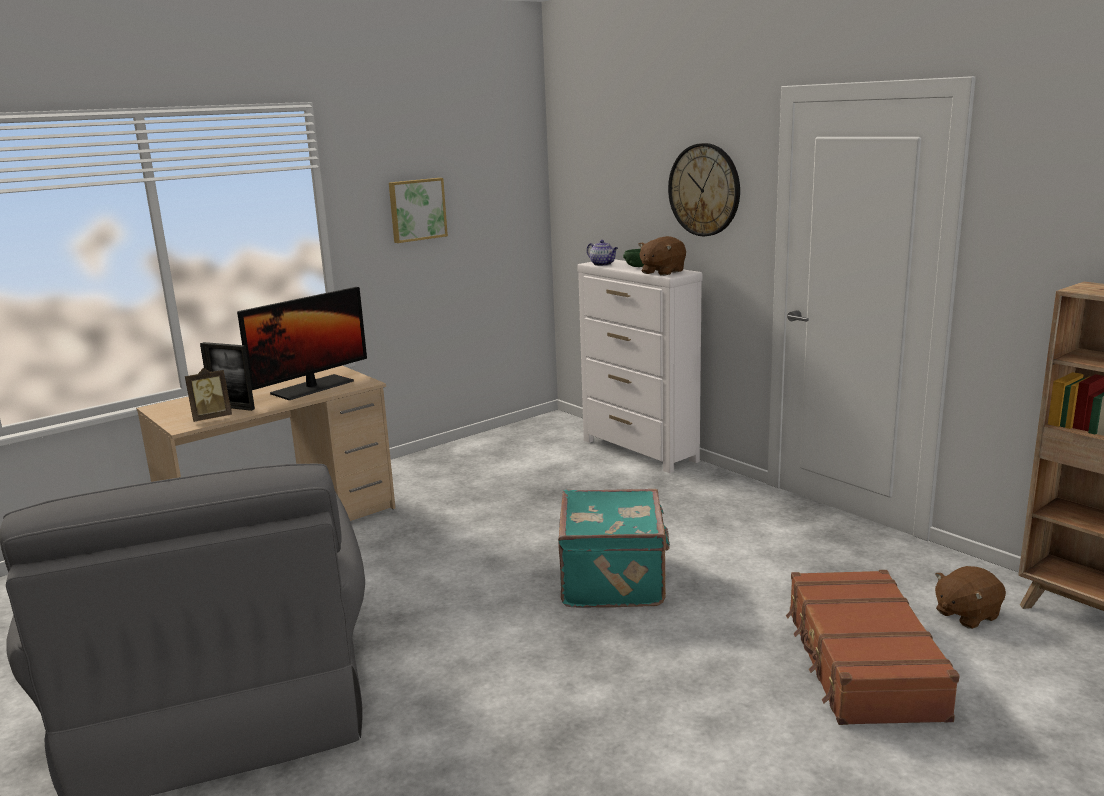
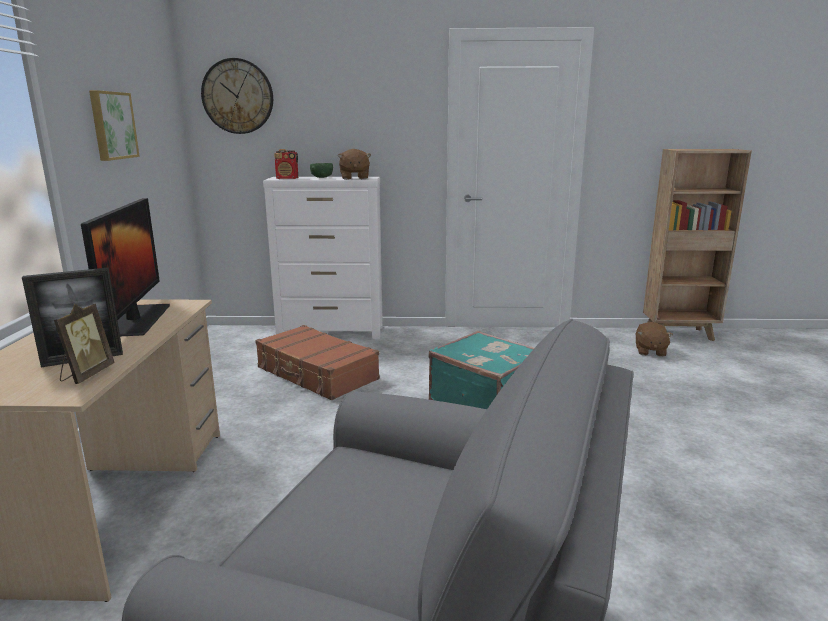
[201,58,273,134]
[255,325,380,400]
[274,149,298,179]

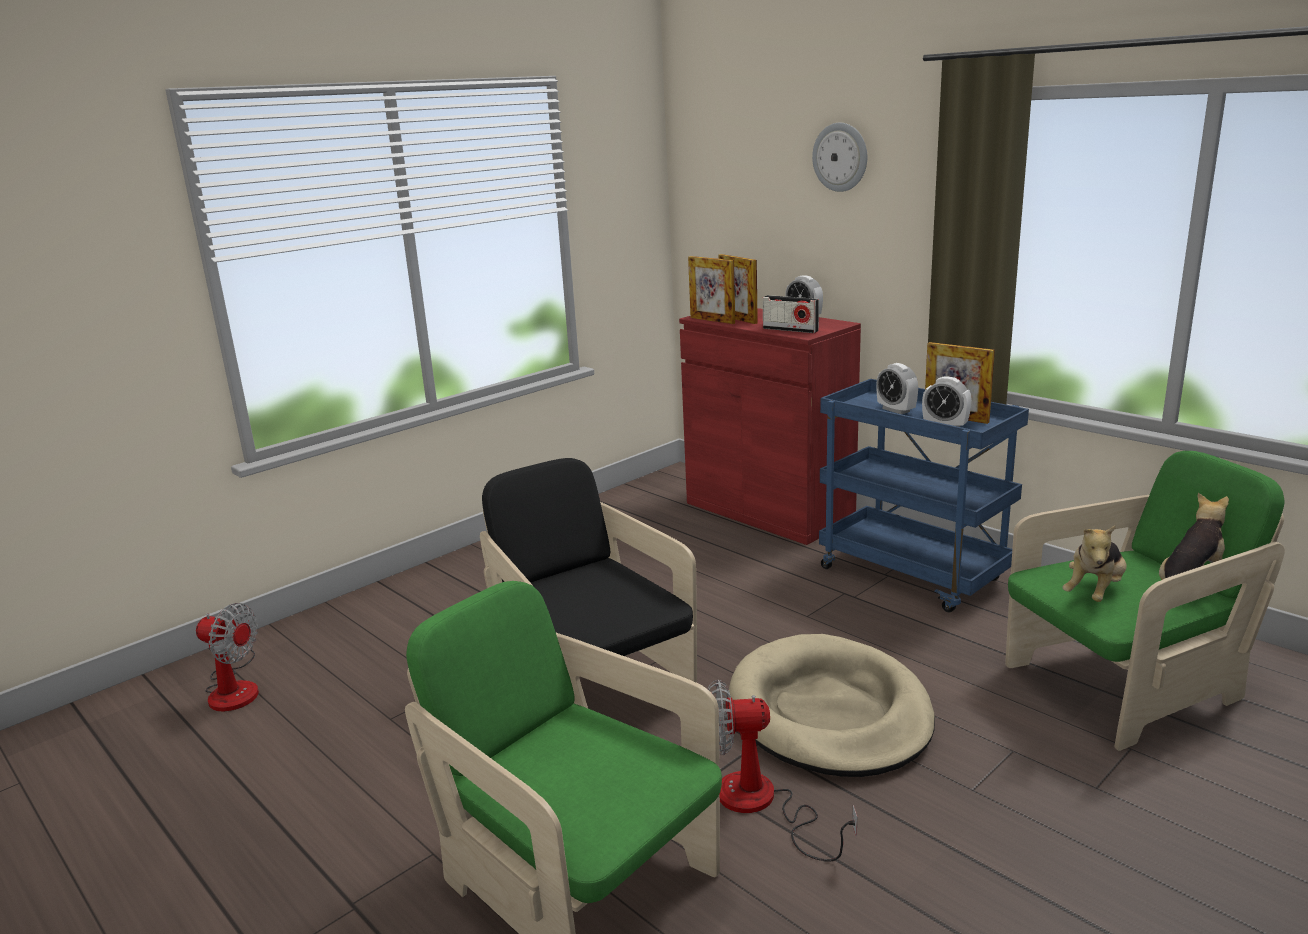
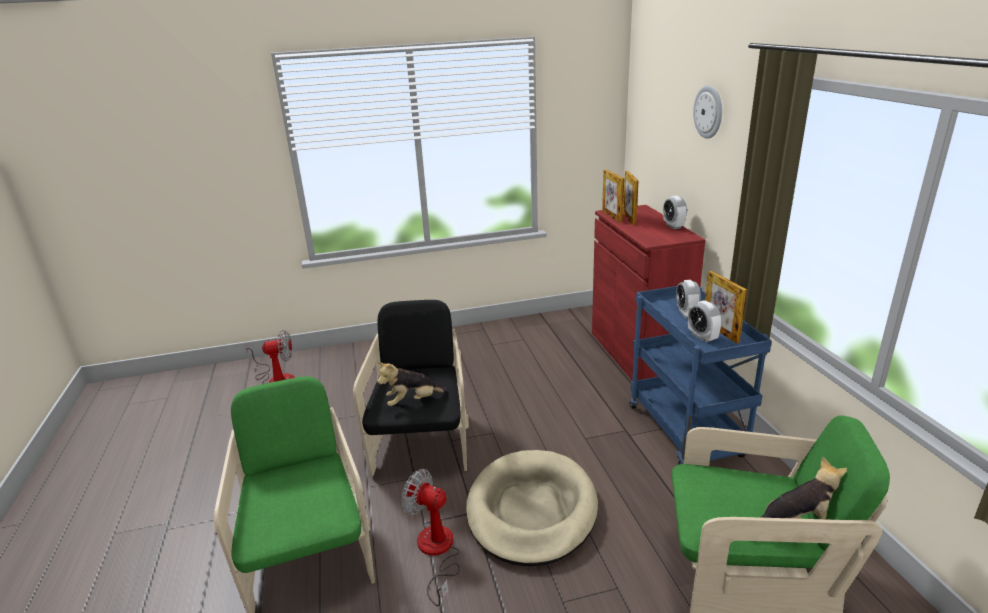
[763,295,819,333] (first image)
[377,362,448,406]
[244,330,294,384]

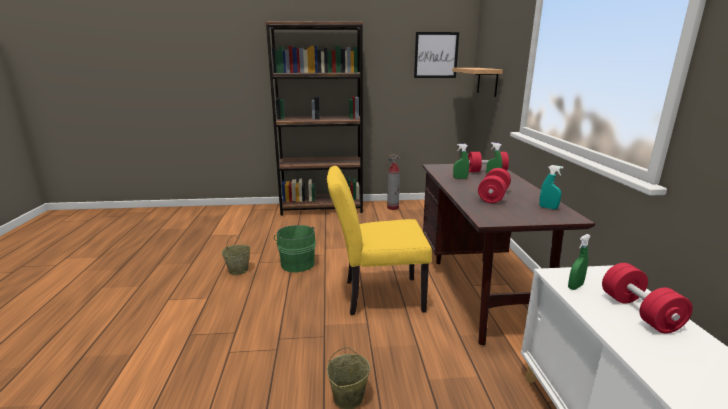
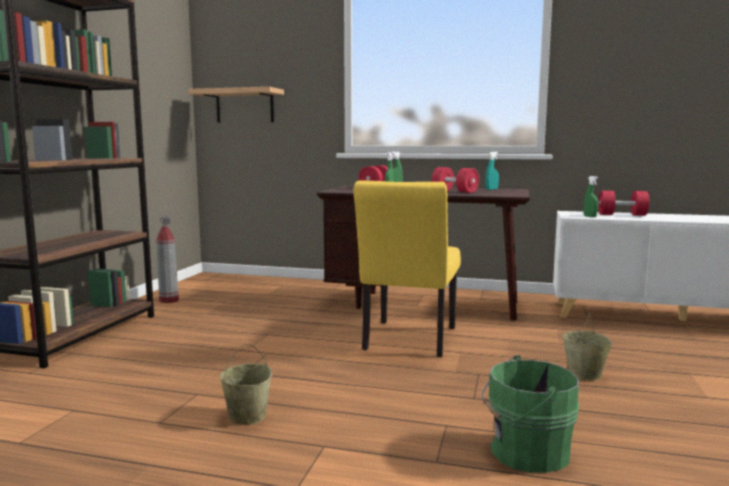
[414,32,459,78] (first image)
[481,355,579,473]

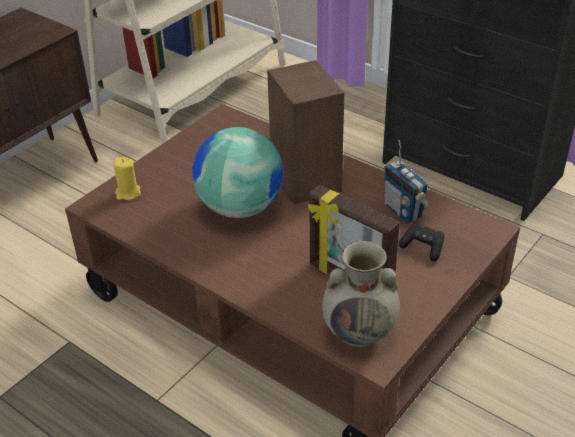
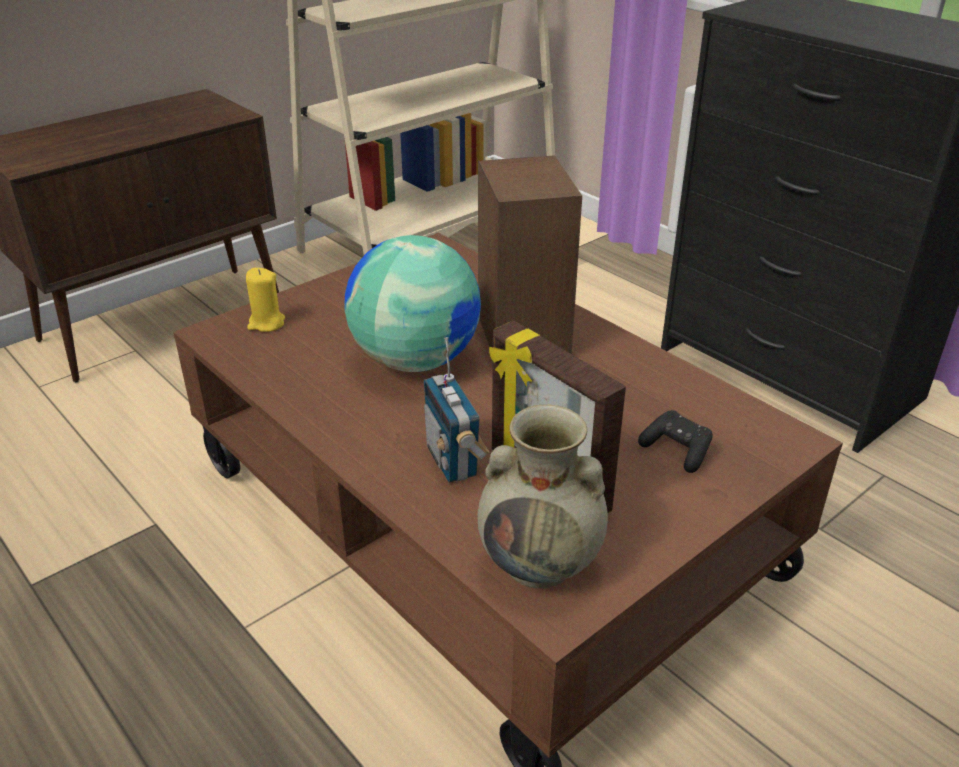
[424,337,490,482]

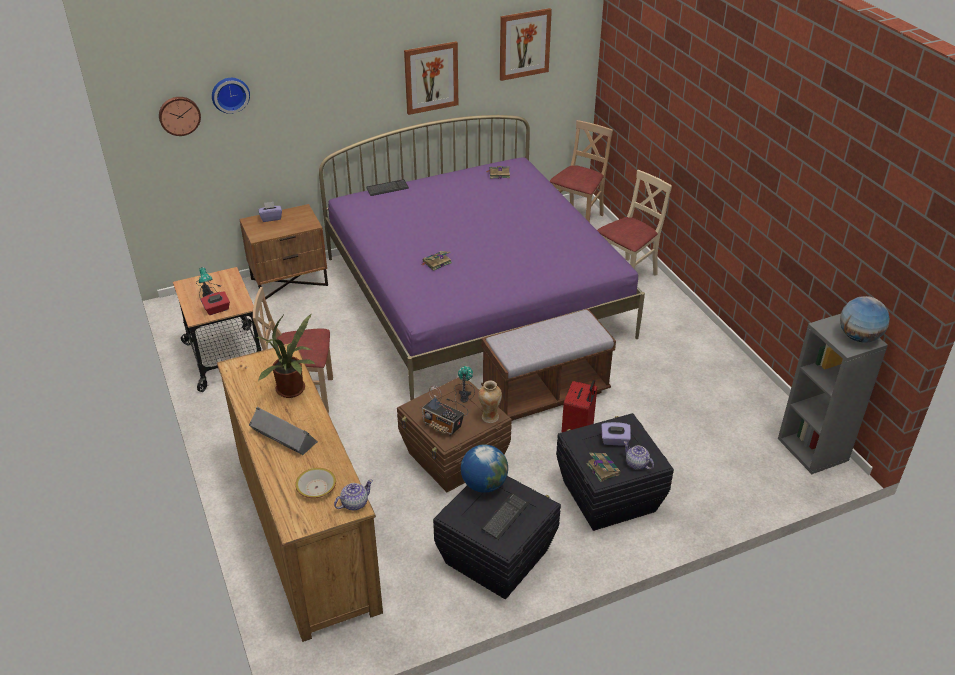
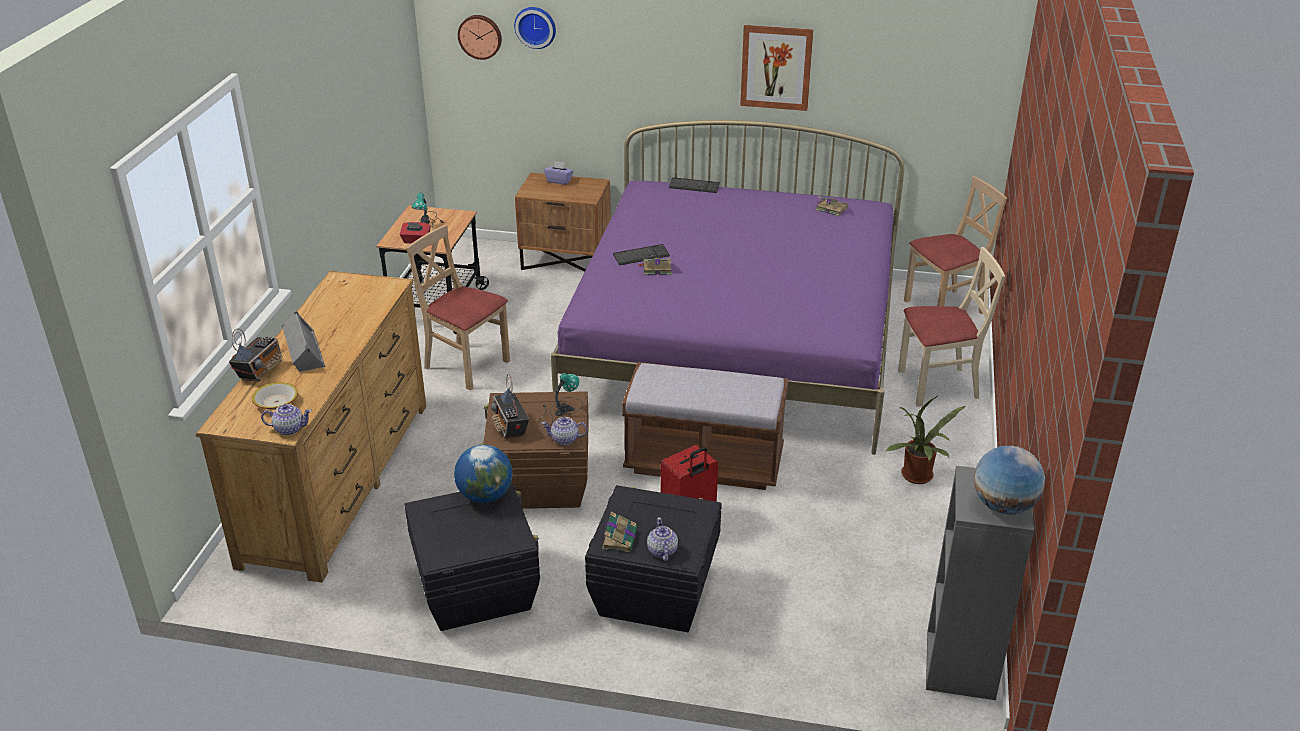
[500,8,552,81] (first image)
[601,422,631,446] (first image)
[229,328,283,382]
[885,396,965,484]
[613,244,670,265]
[541,417,588,445]

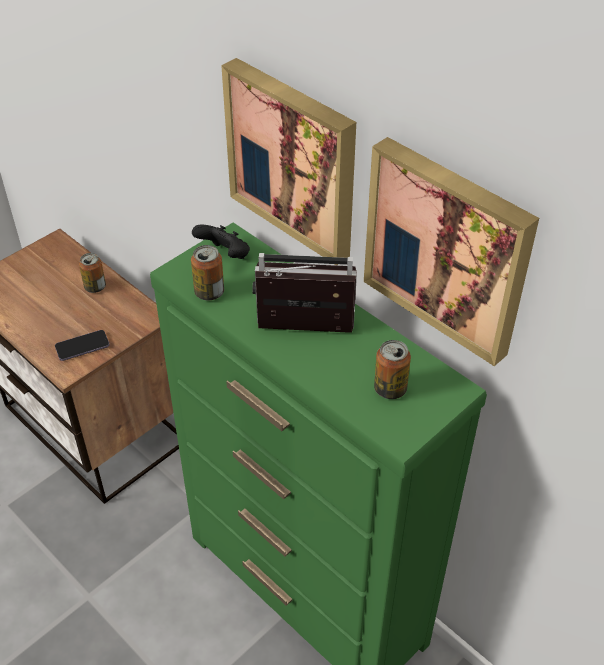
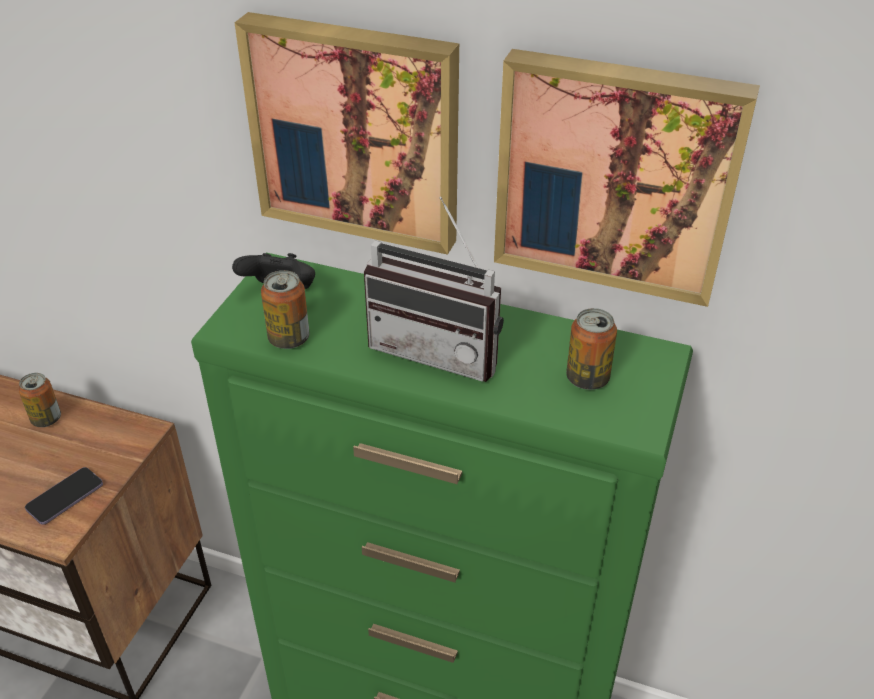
[364,197,504,382]

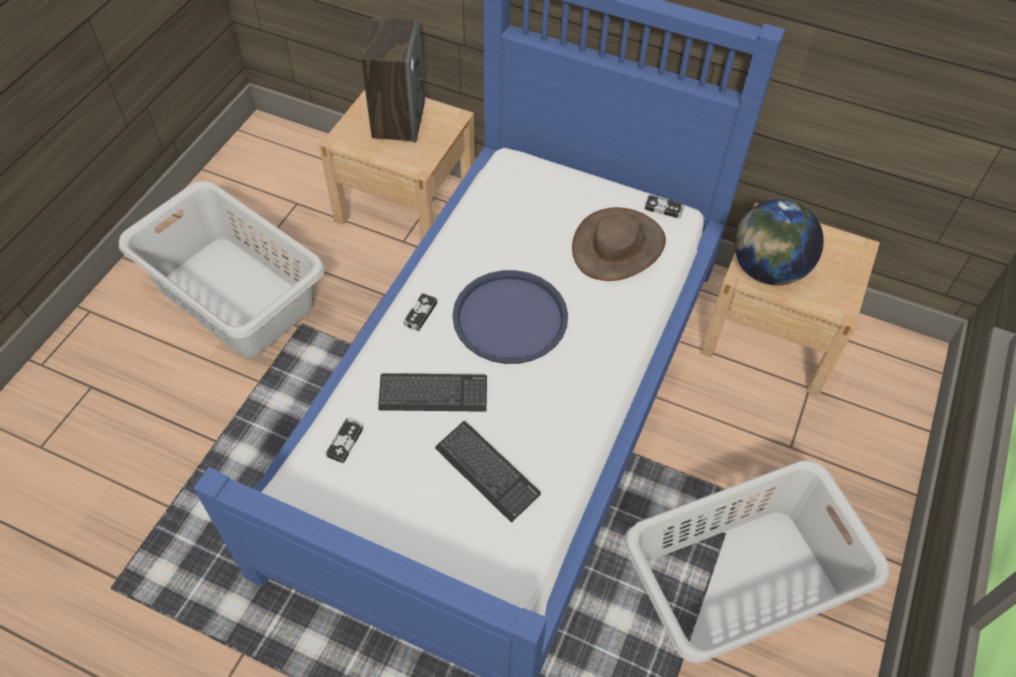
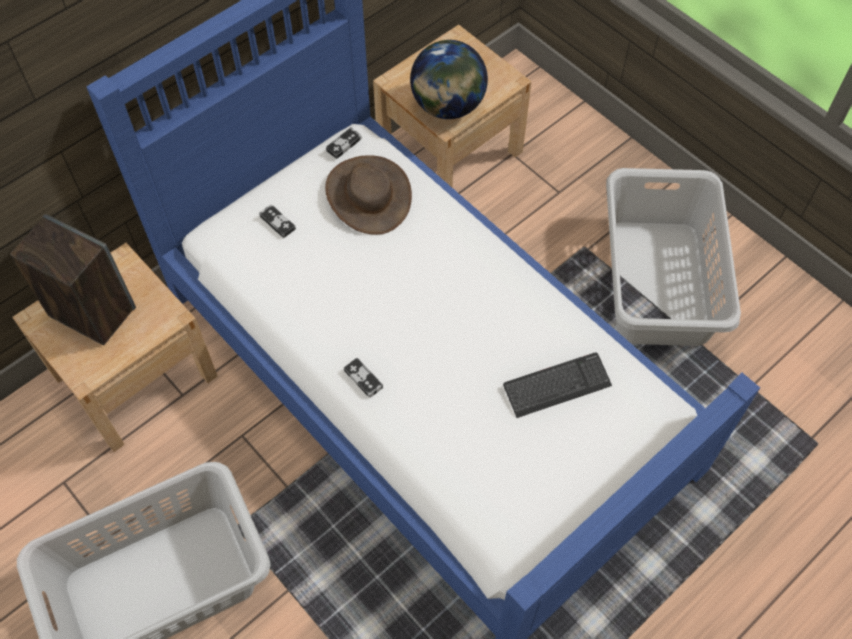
[378,373,487,412] (first image)
[453,270,568,364] (first image)
[259,204,296,238]

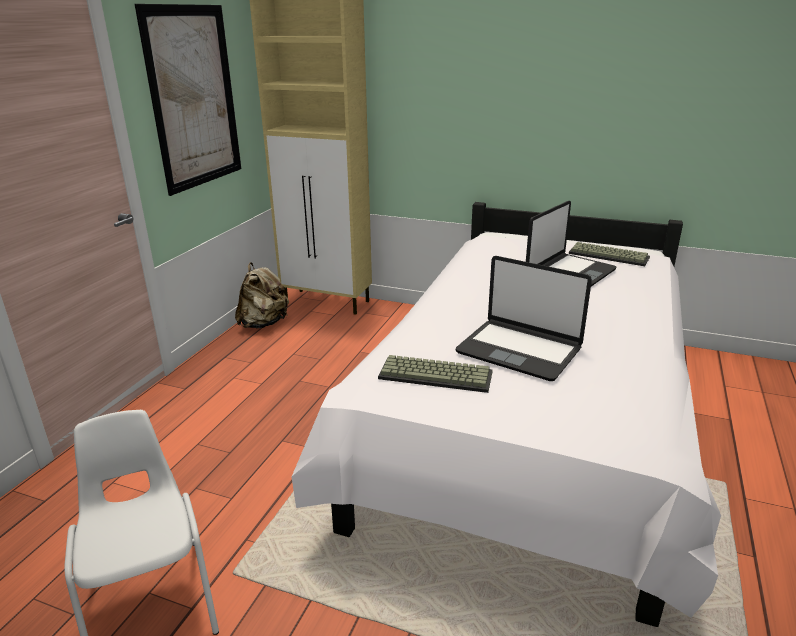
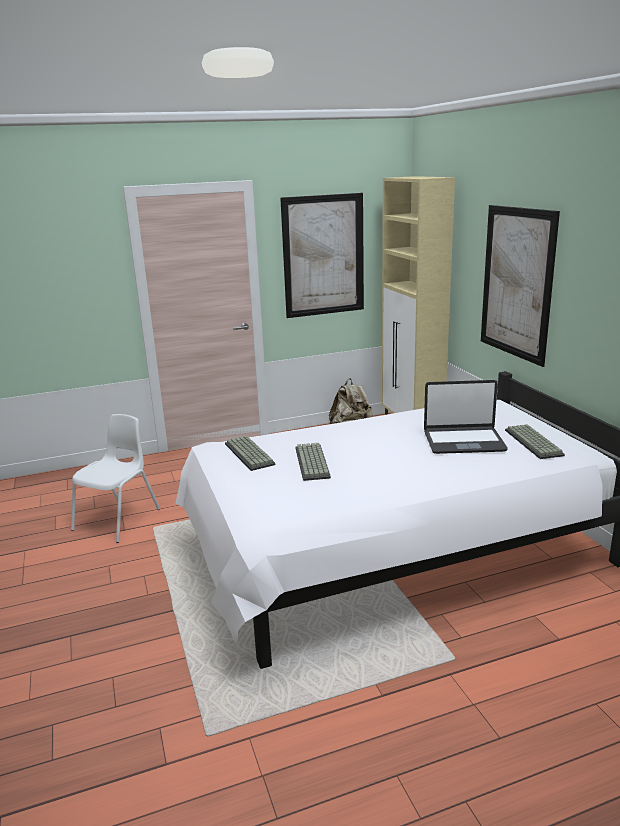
[481,205,560,367]
[295,443,331,481]

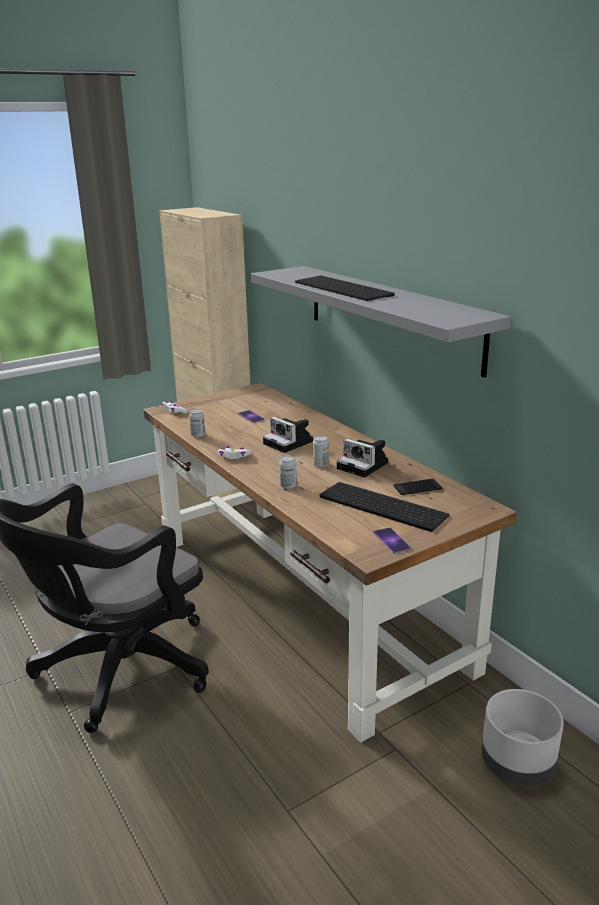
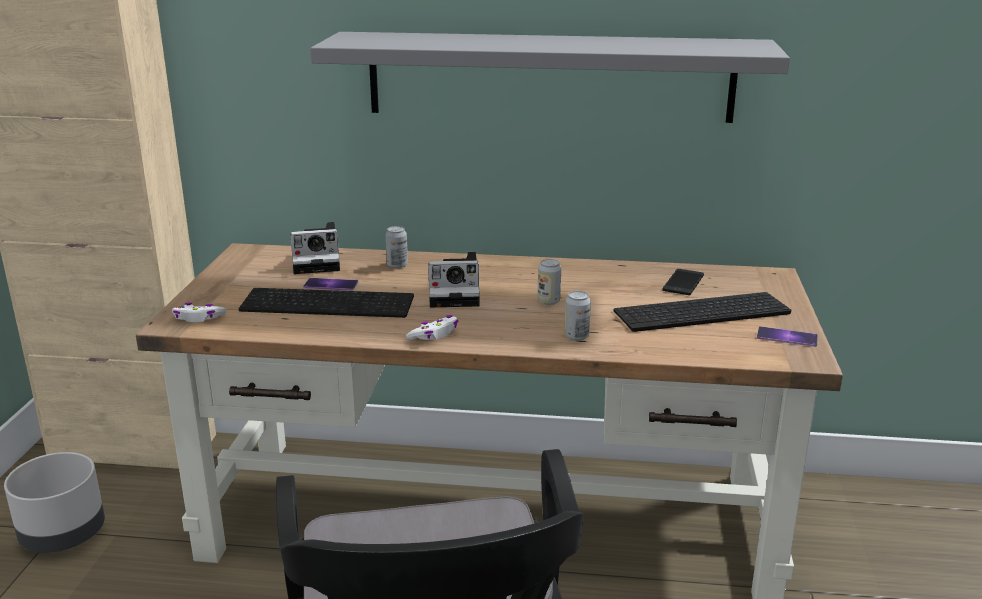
[386,226,408,268]
[239,288,414,318]
[290,222,340,274]
[4,452,105,553]

